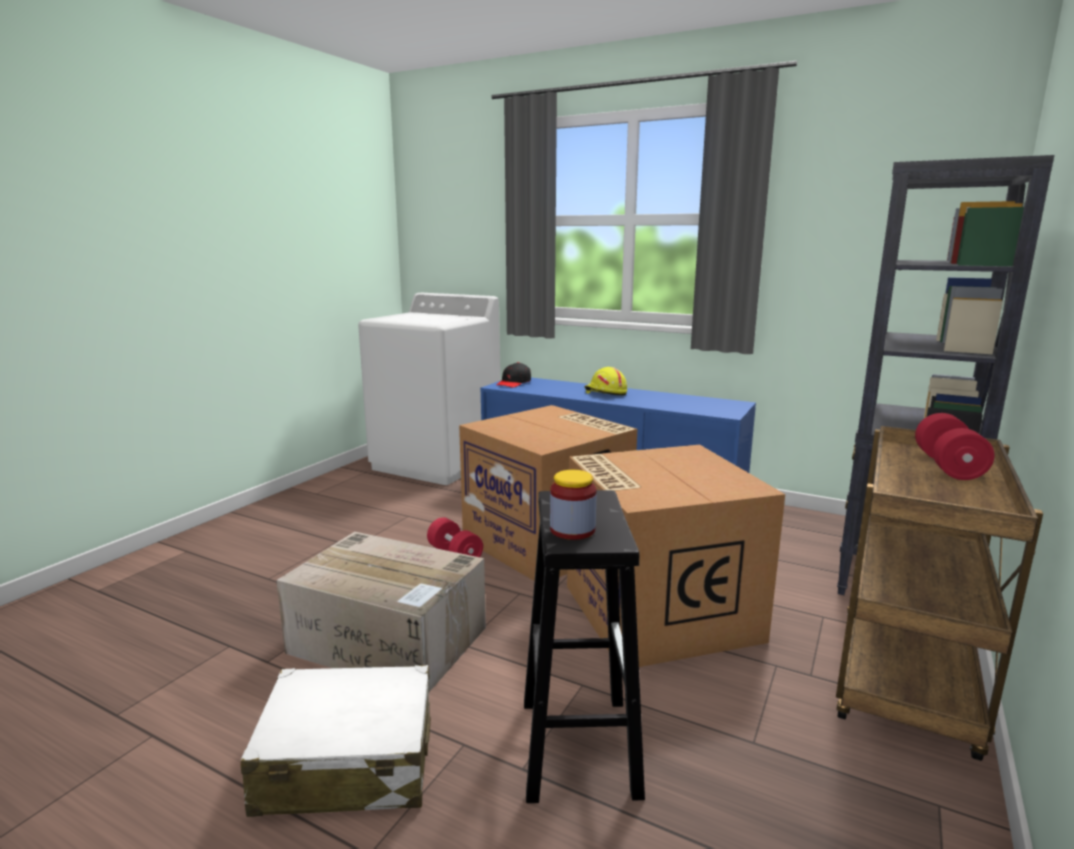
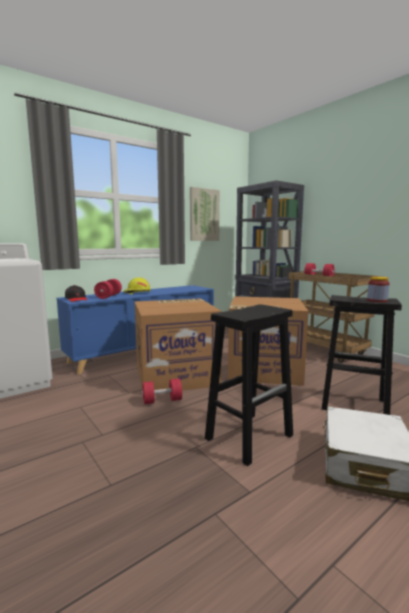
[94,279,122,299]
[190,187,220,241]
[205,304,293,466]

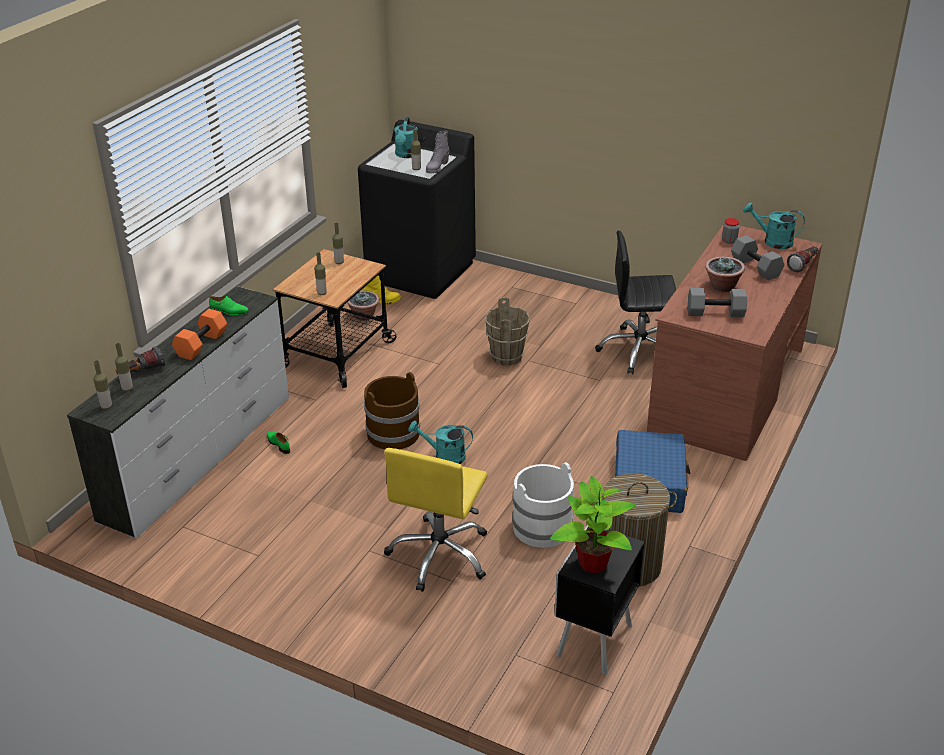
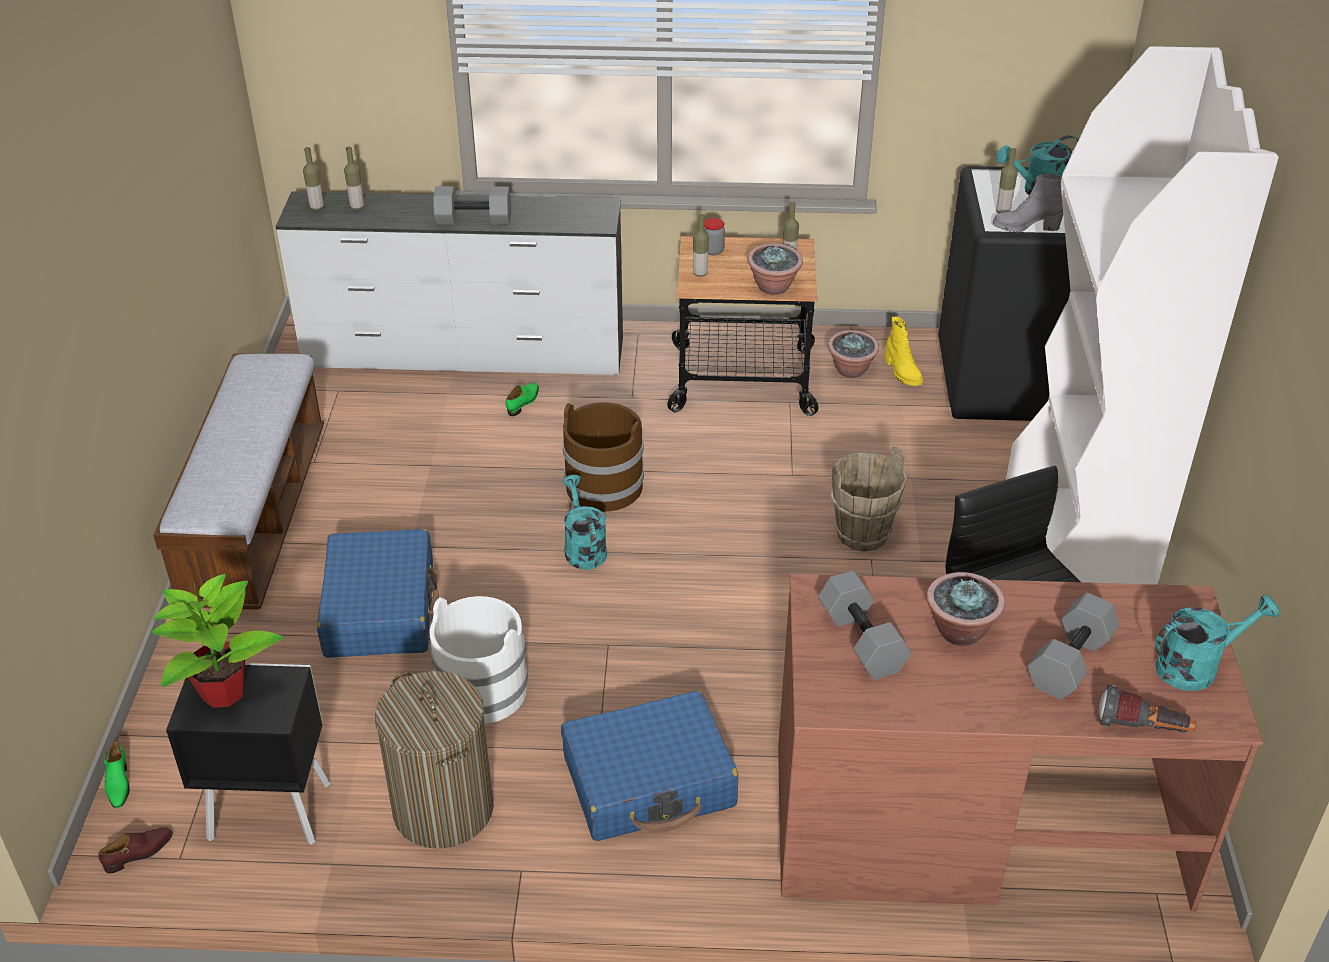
[116,346,165,374] (first image)
[98,827,173,873]
[153,353,324,610]
[747,243,803,295]
[1006,46,1279,585]
[104,742,130,808]
[704,218,725,255]
[317,529,438,658]
[433,186,511,225]
[1155,594,1279,691]

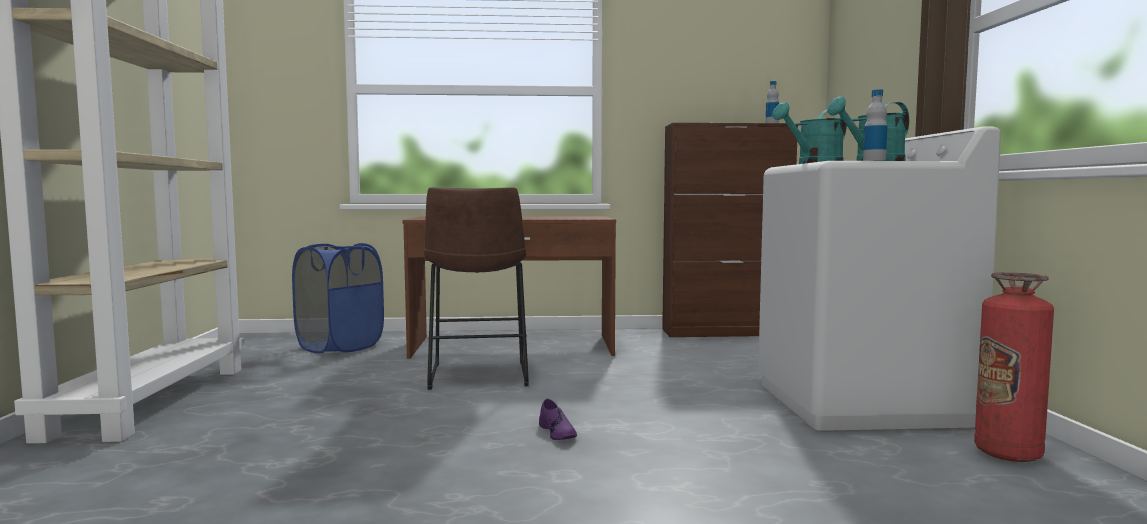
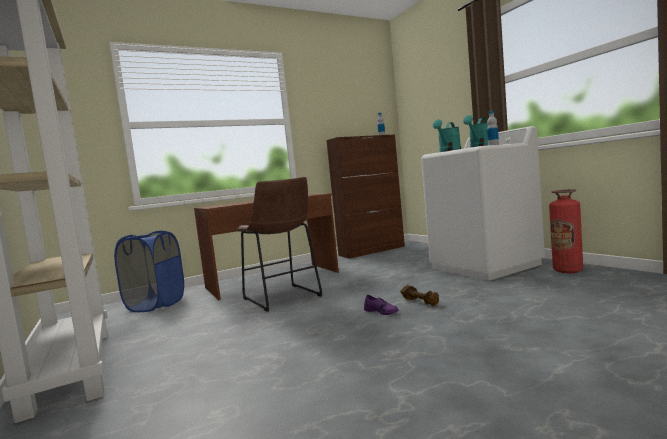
[400,285,439,306]

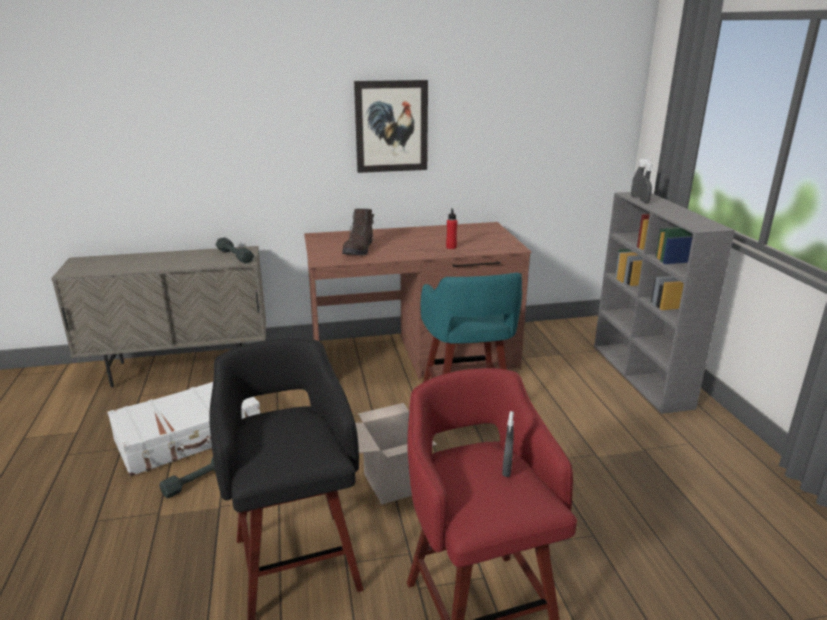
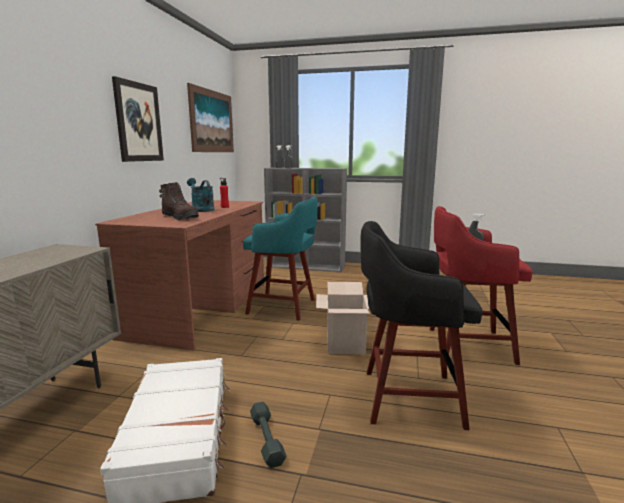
[216,237,254,264] (first image)
[187,83,234,152]
[187,178,214,212]

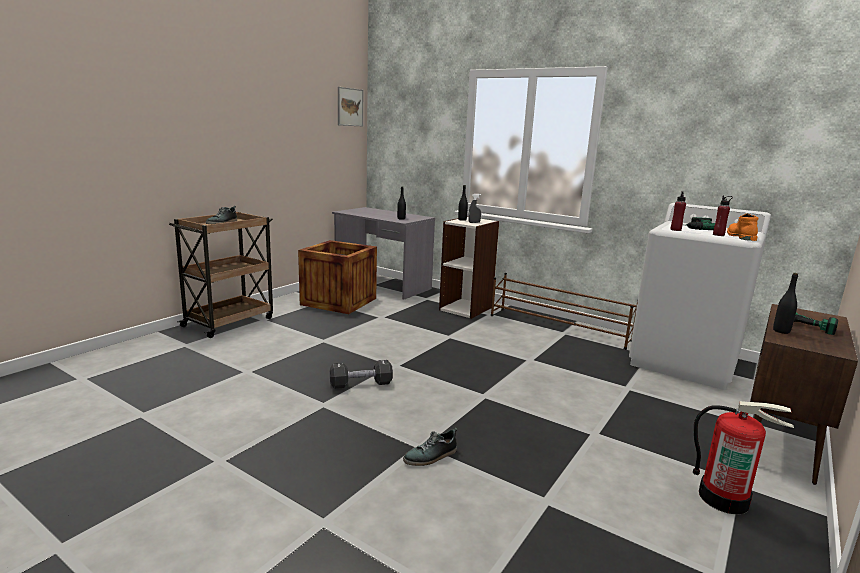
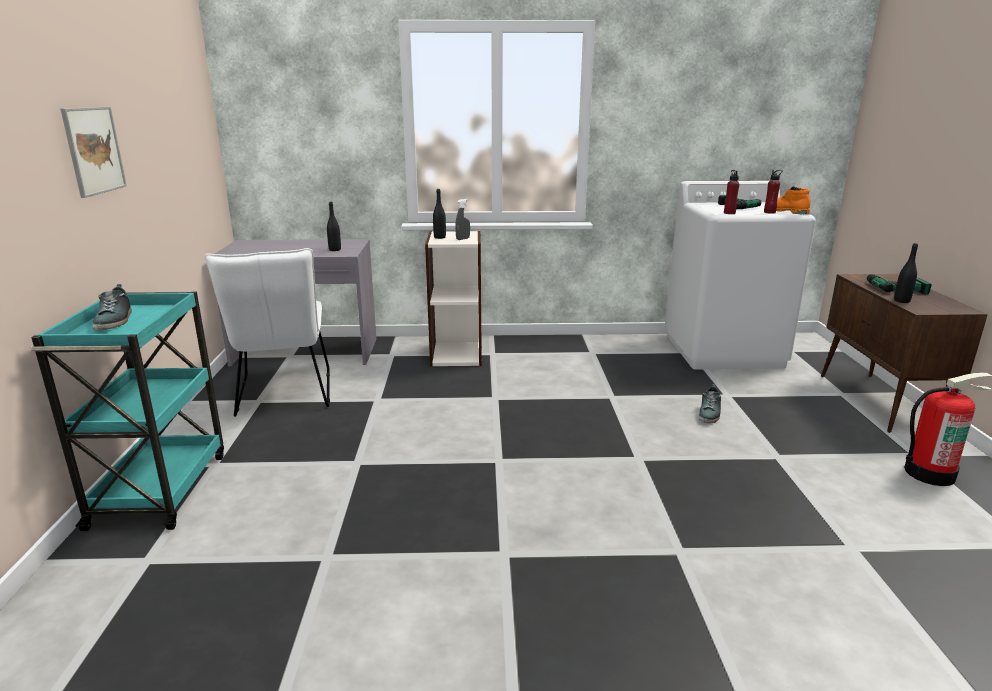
[330,360,393,389] (first image)
[491,273,638,350] (first image)
[61,107,127,198]
[699,384,721,423]
[204,248,330,417]
[31,292,224,531]

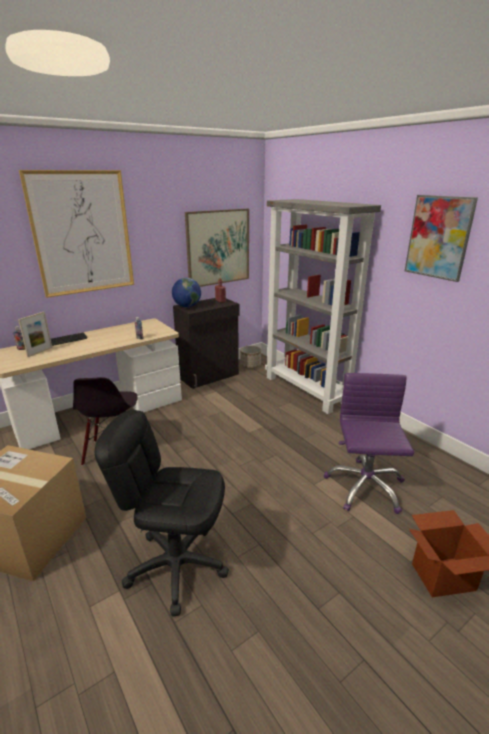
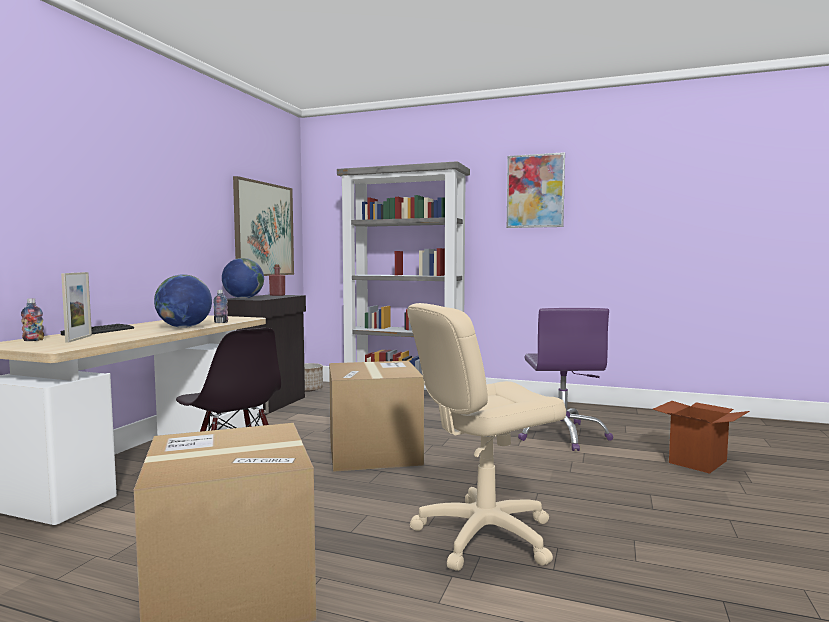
[19,170,134,298] (first image)
[154,274,212,328]
[329,361,424,472]
[407,303,566,571]
[518,308,613,451]

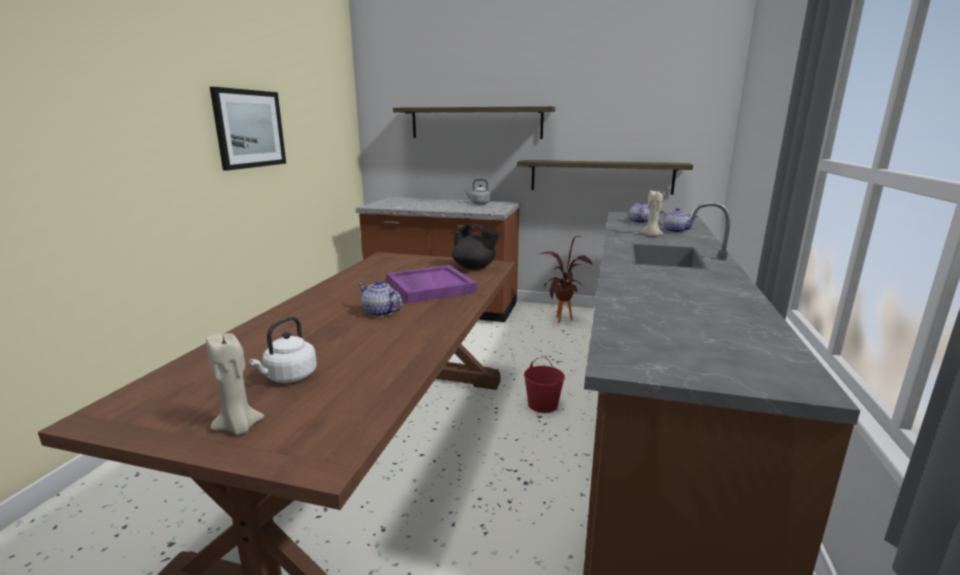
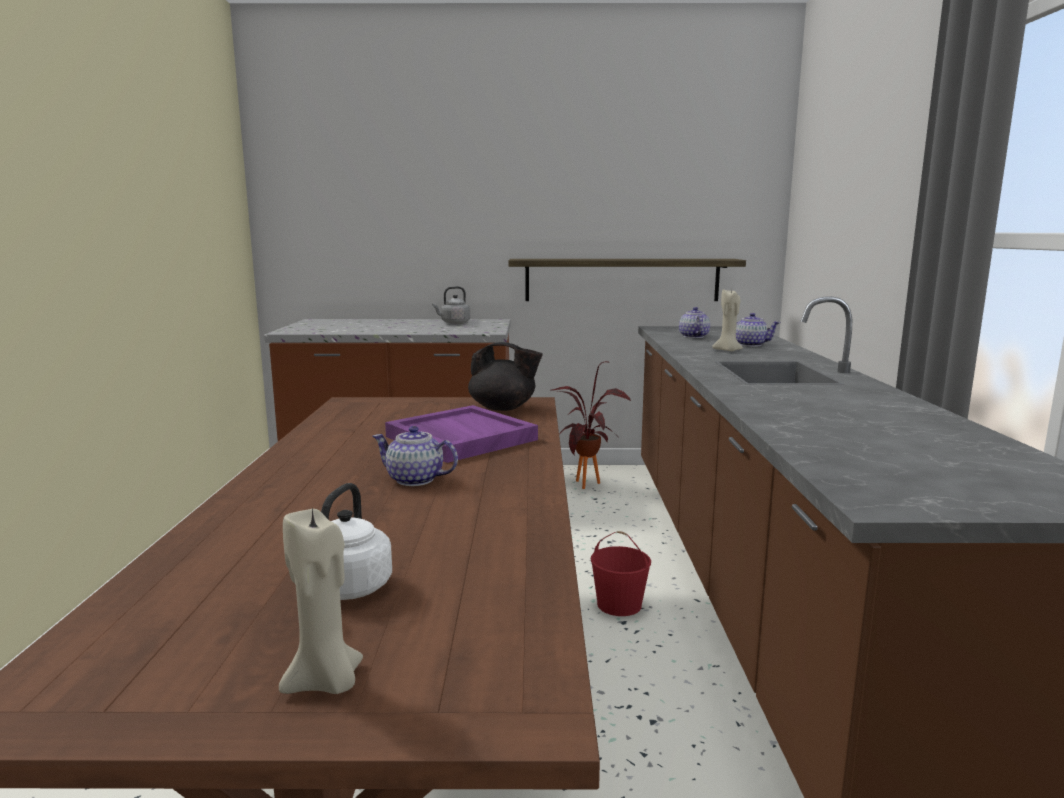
[210,87,286,171] (first image)
[393,106,555,139] (first image)

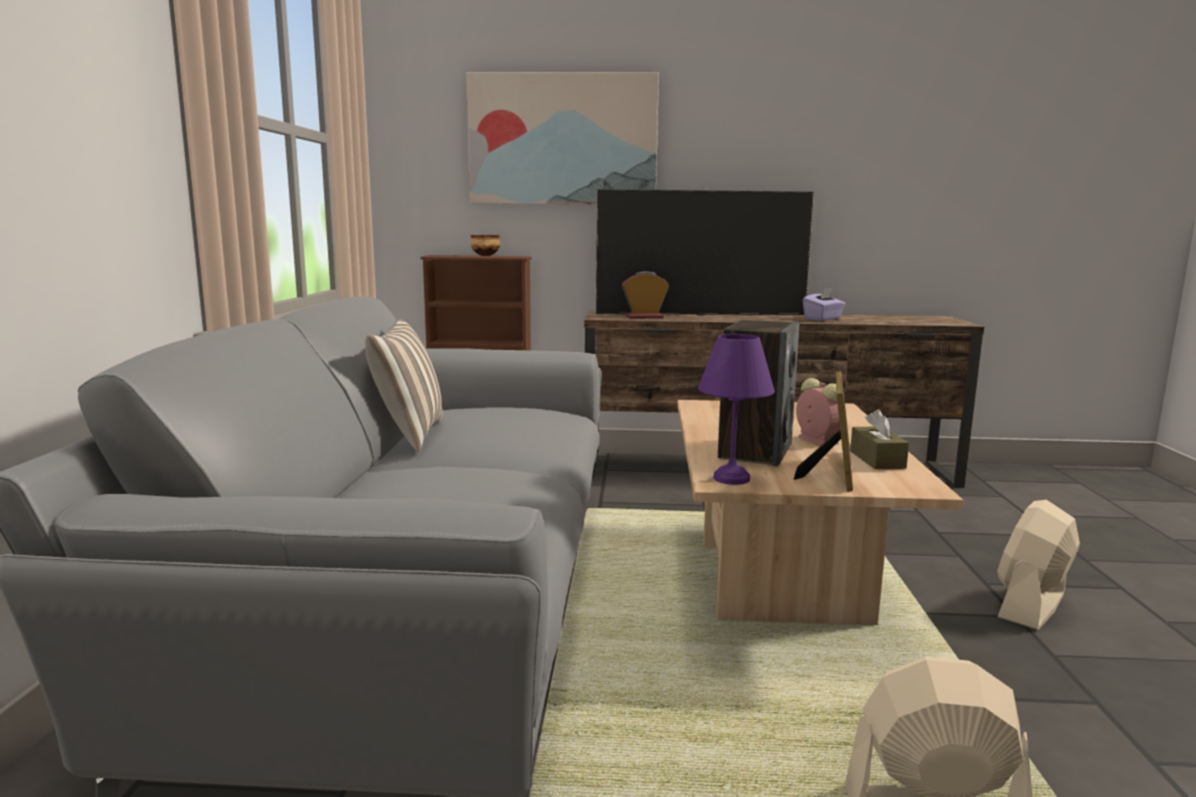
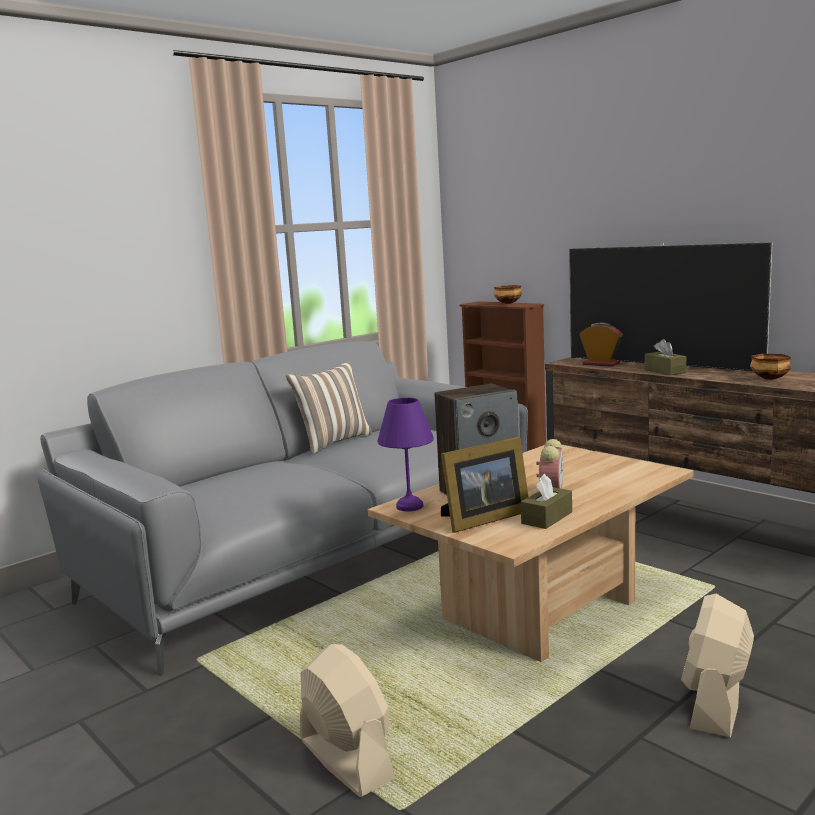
[466,72,659,204] (first image)
[645,339,686,375]
[750,354,791,380]
[681,594,754,737]

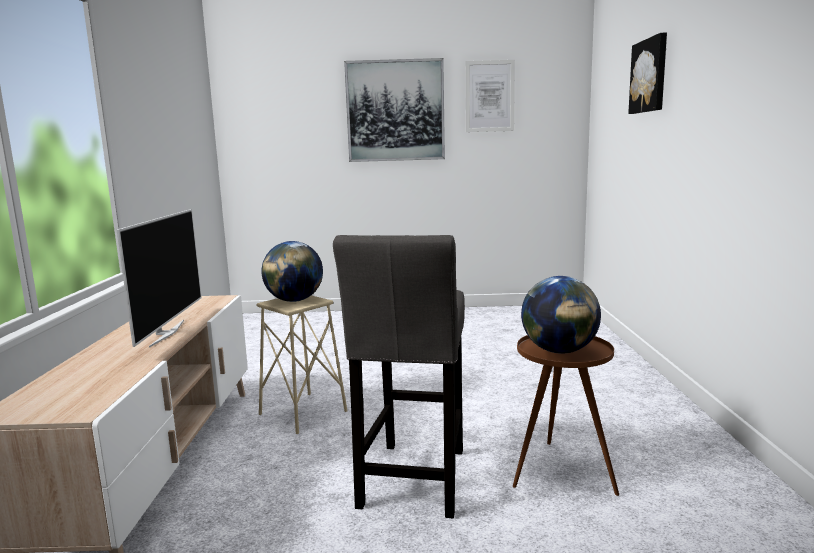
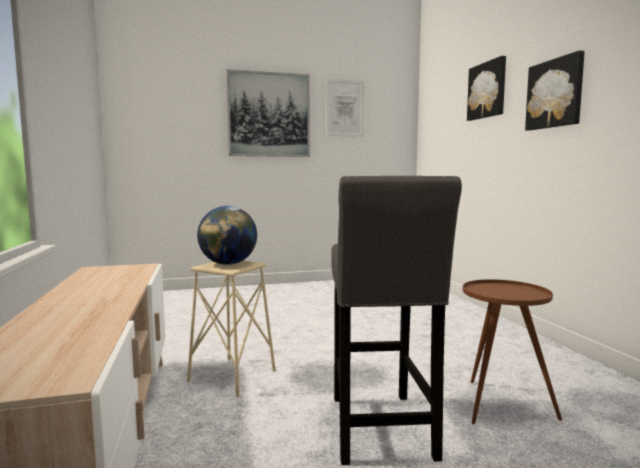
[117,209,202,348] (first image)
[521,276,601,354] (first image)
[525,50,585,131]

